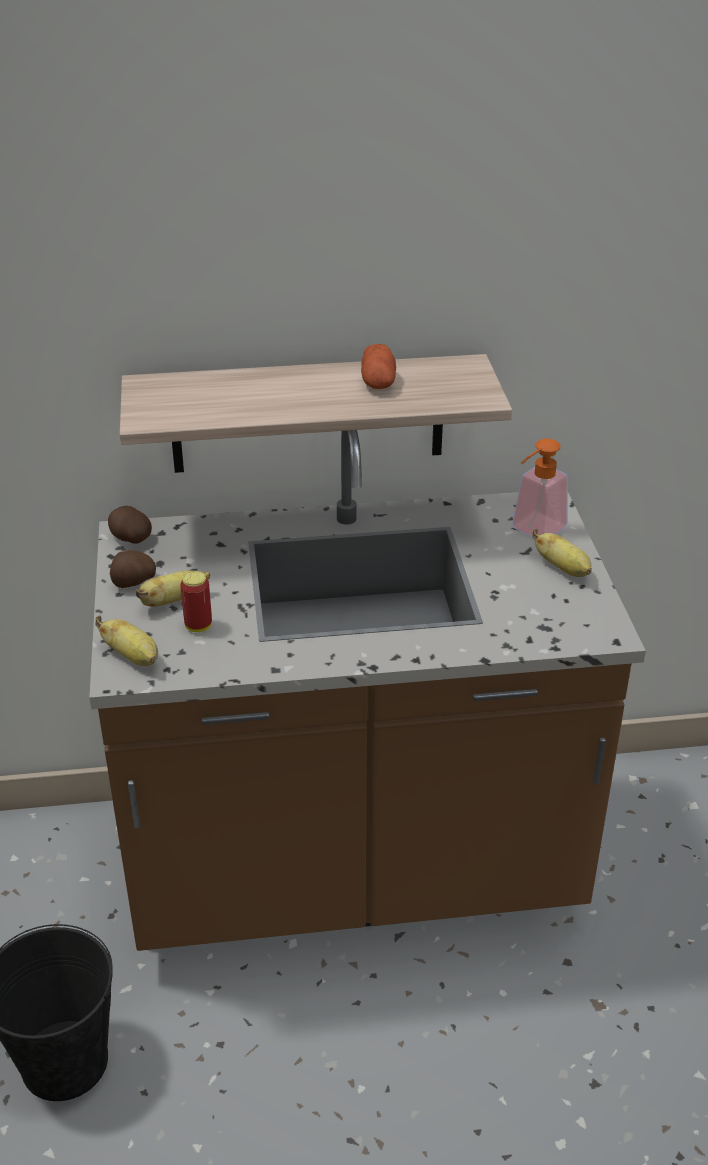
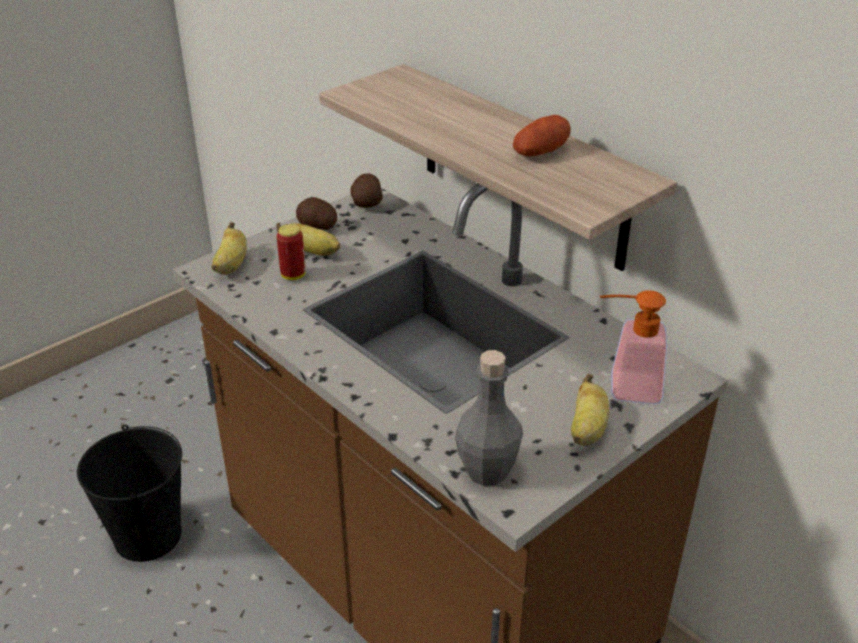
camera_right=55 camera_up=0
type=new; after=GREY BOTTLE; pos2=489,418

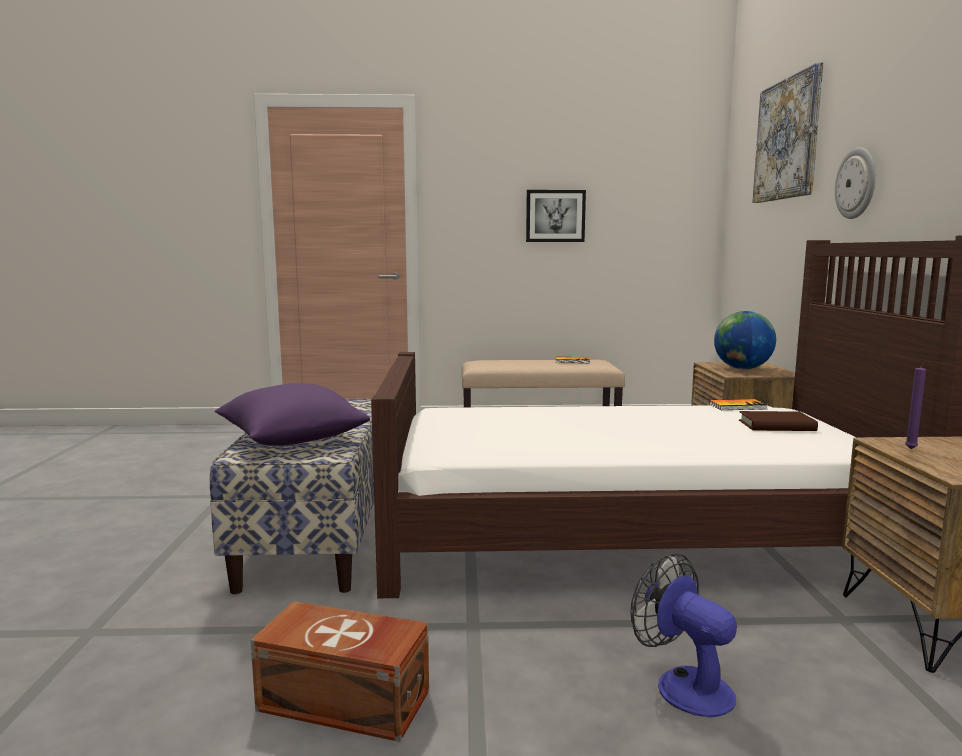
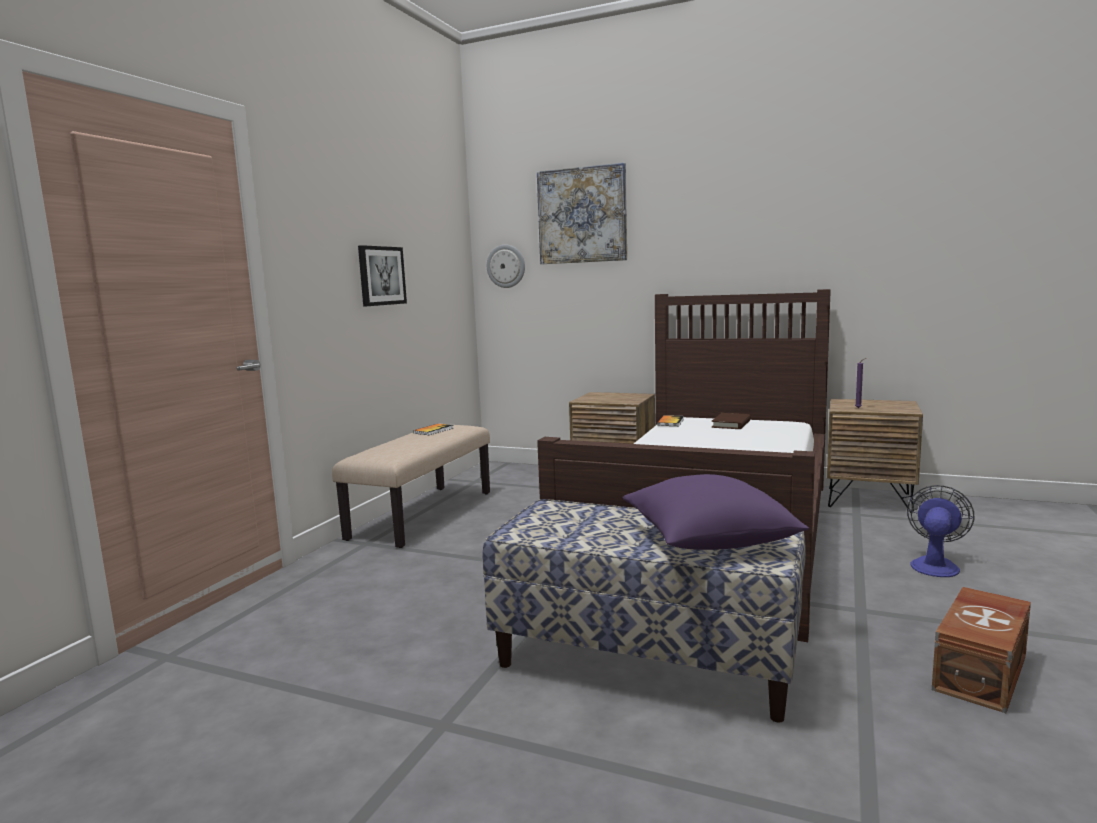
camera_right=-65 camera_up=0
type=shifted; before=WALL CLOCK; pos1=855,183; pos2=506,266
type=rotated; before=FAN; pos1=683,635; pos2=940,531; turn=135
type=gone; before=GLOBE; pos1=745,340

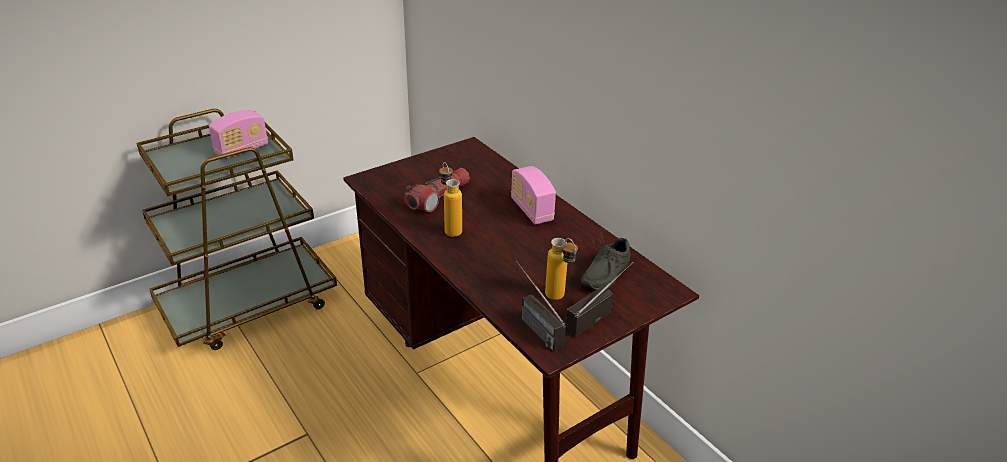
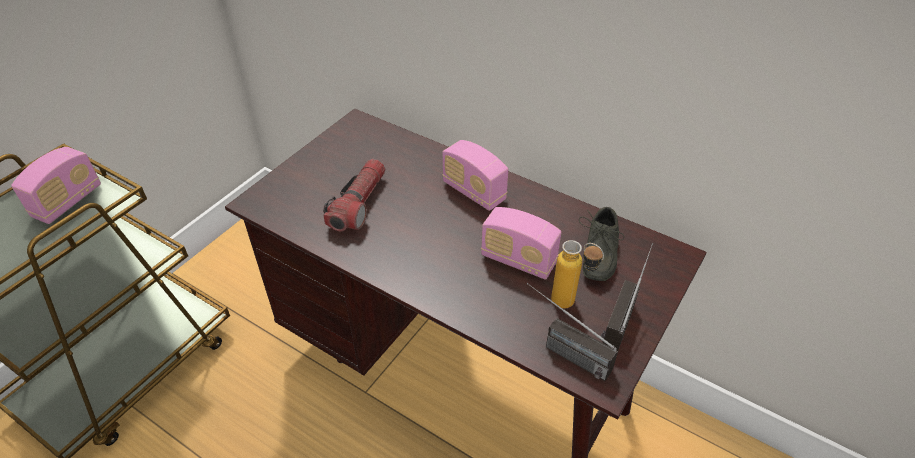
camera_right=-20 camera_up=10
type=new; after=RADIO; pos2=521,243
type=gone; before=BOTTLE; pos1=450,199

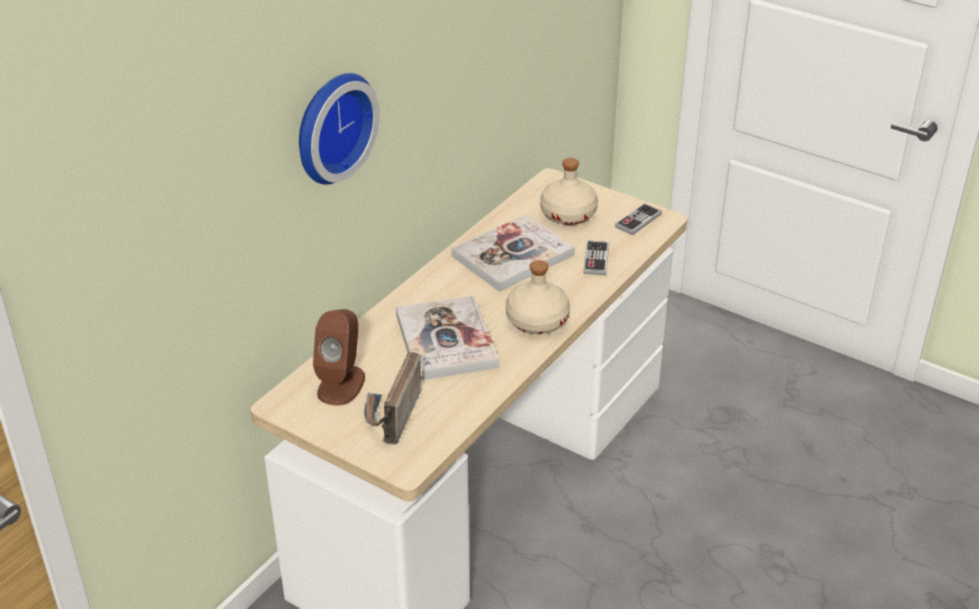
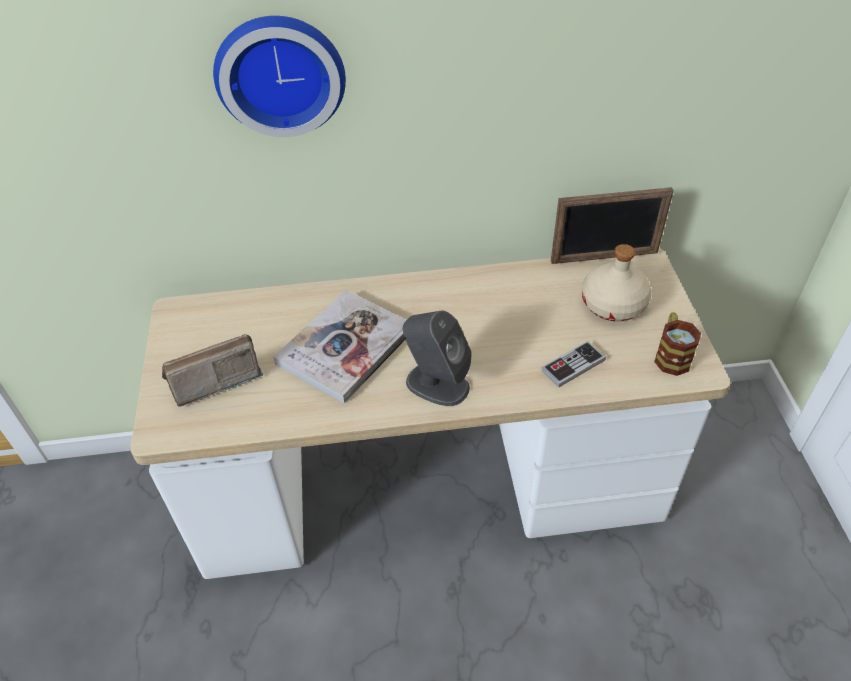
camera_right=50 camera_up=10
type=swapped; before=BEIGE BOTTLE; after=GREY SPEAKER; pos1=538,297; pos2=437,358
type=new; after=PICTURE FRAME; pos2=612,225
type=swapped; before=GAME CONTROLLER; after=MUG; pos1=638,219; pos2=677,344
type=gone; before=BROWN SPEAKER; pos1=339,357
type=gone; before=BOOK; pos1=513,253

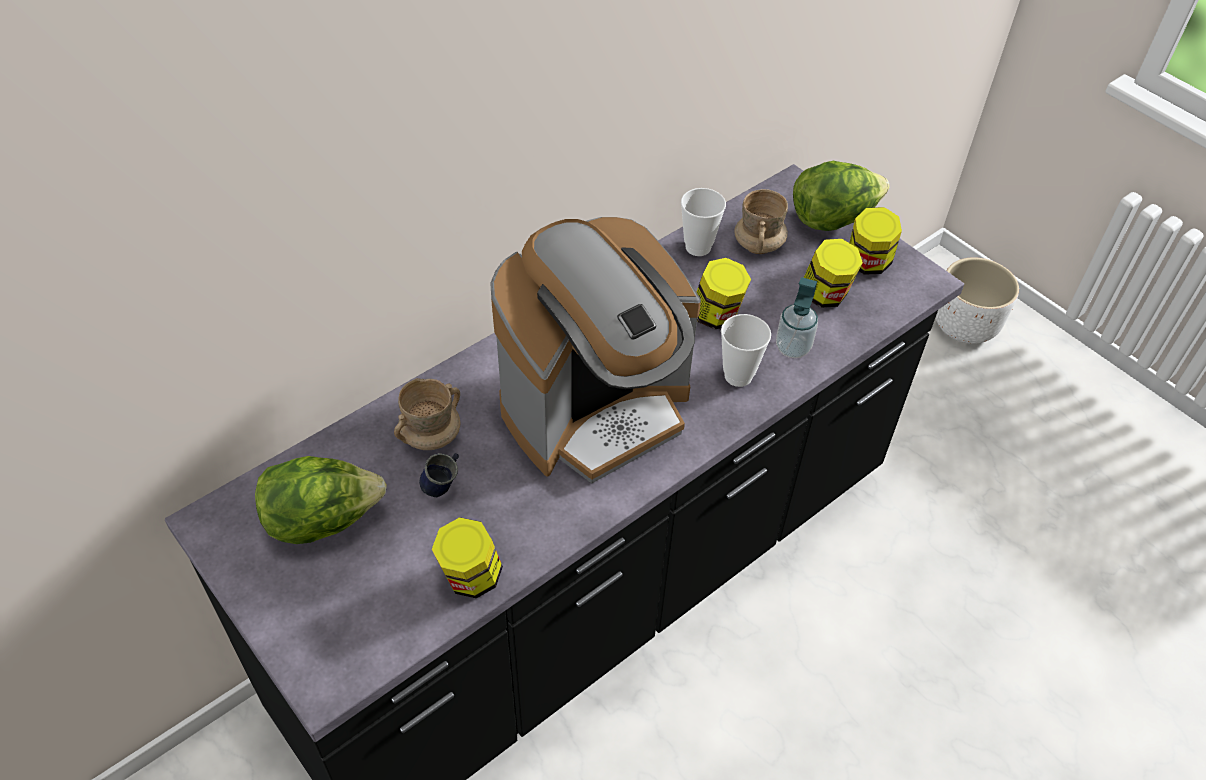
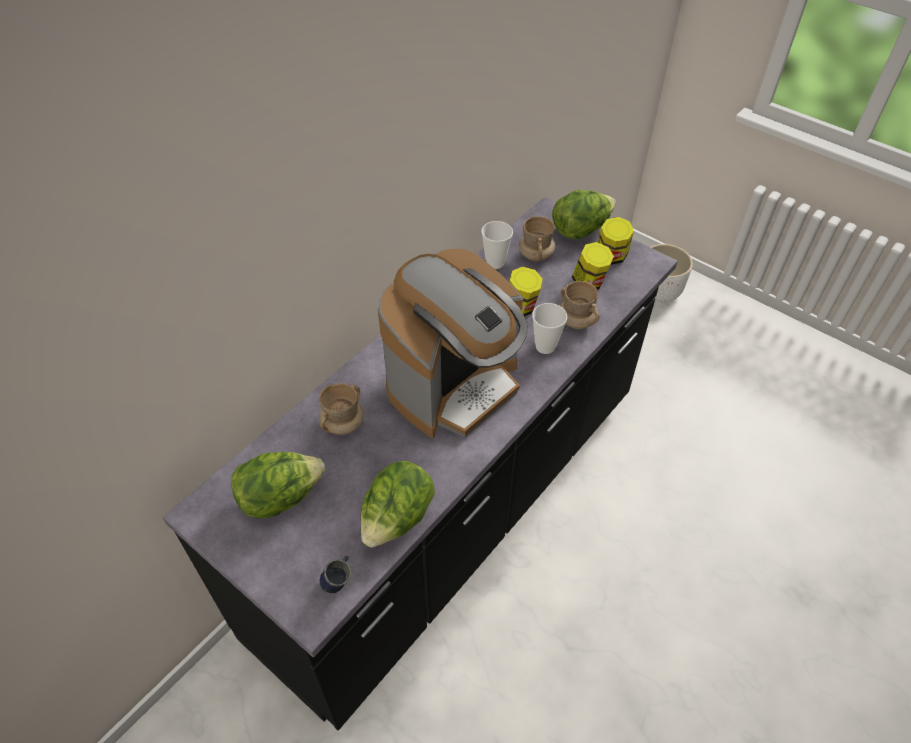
camera_right=-10 camera_up=0
type=shifted; before=BLUE MUG; pos1=439,475; pos2=335,574
type=swapped; before=JAR; after=LETTUCE; pos1=467,557; pos2=398,504
type=swapped; before=SOAP DISPENSER; after=BEIGE MUG; pos1=797,317; pos2=580,305

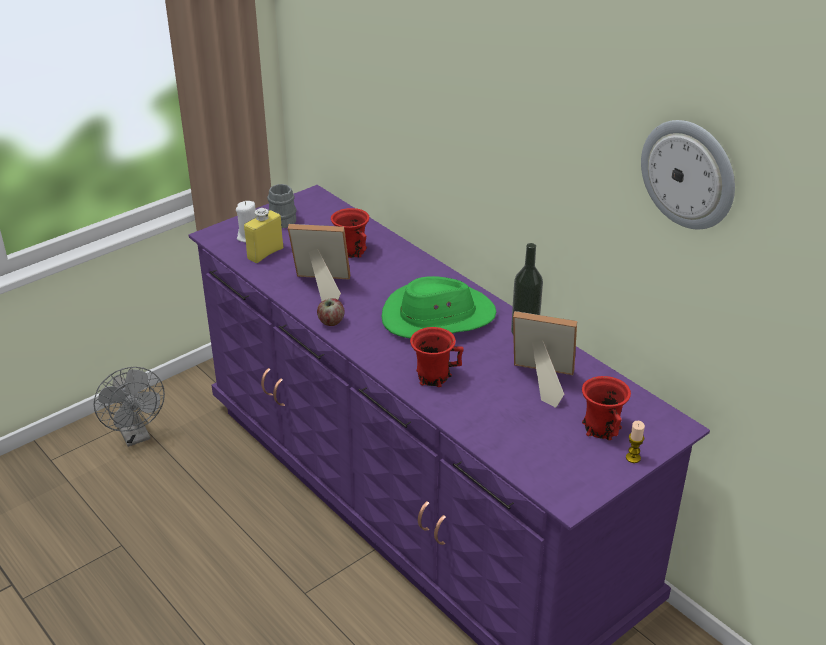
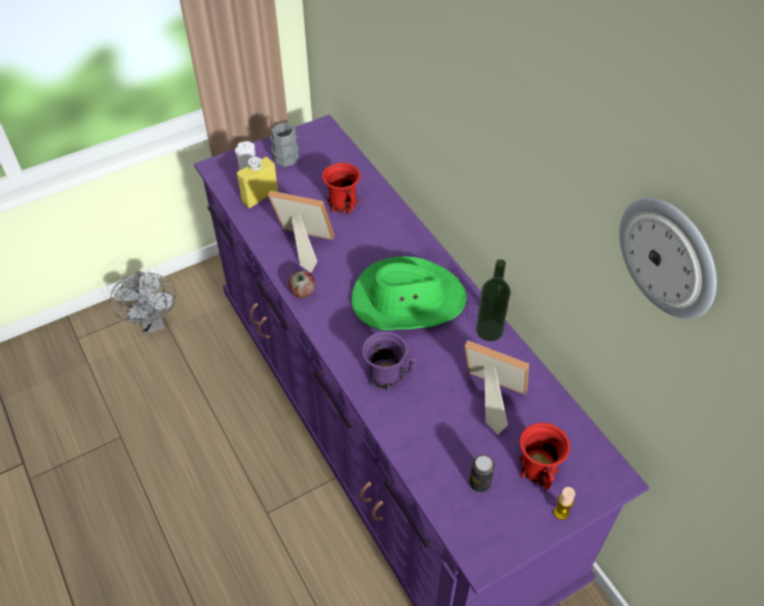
camera_right=10 camera_up=15
type=repainted; before=RED MUG; after=PURPLE MUG; pos1=437,357; pos2=389,361
type=new; after=CAN; pos2=482,474

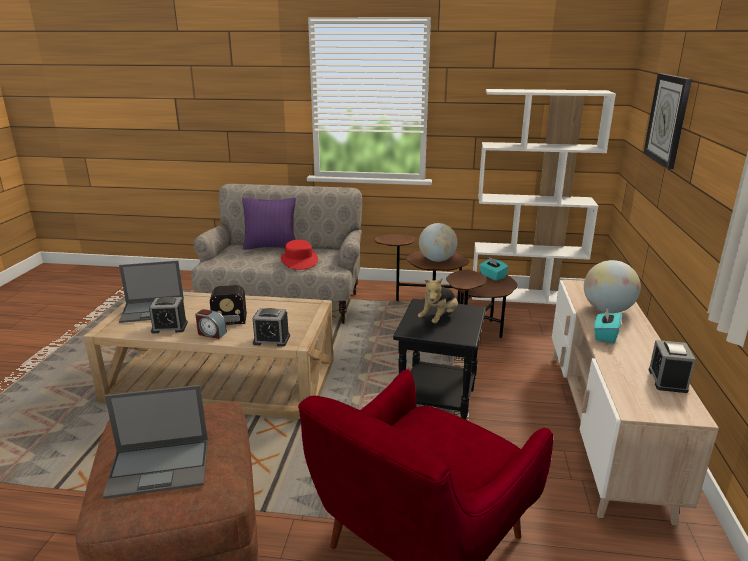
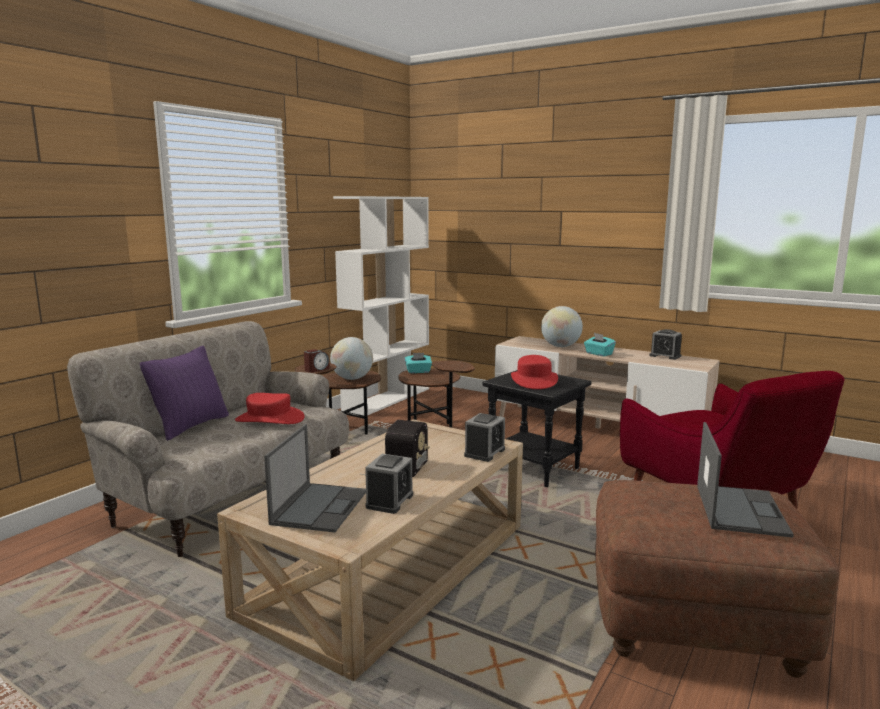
camera_right=-65 camera_up=-10
type=shifted; before=ALARM CLOCK; pos1=211,324; pos2=317,361
type=swapped; before=PLUSH TOY; after=RED HAT; pos1=438,300; pos2=534,372
type=gone; before=WALL CLOCK; pos1=668,121

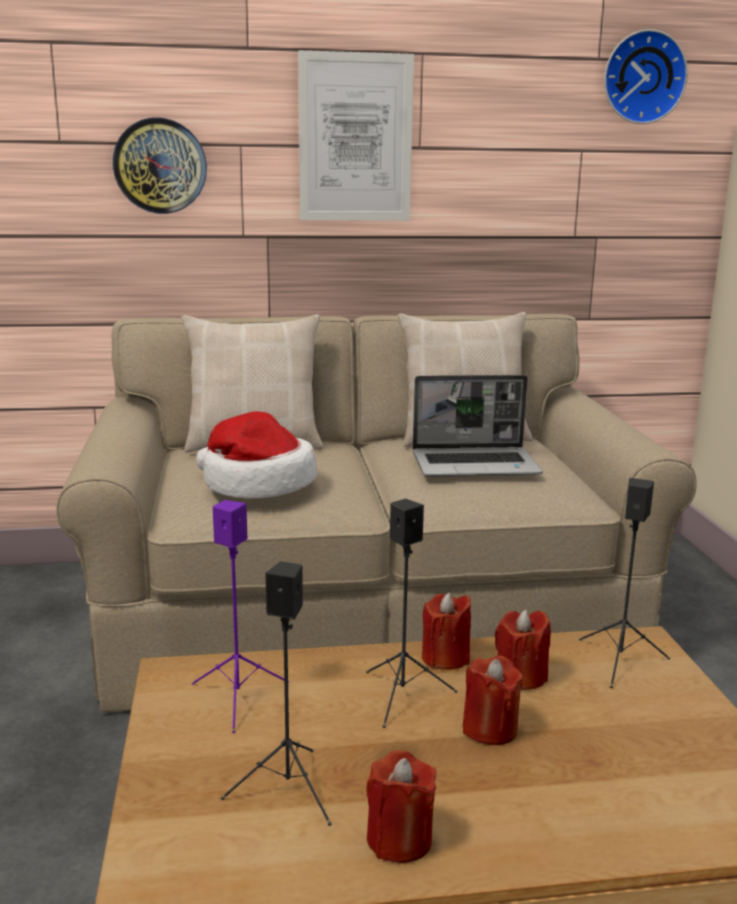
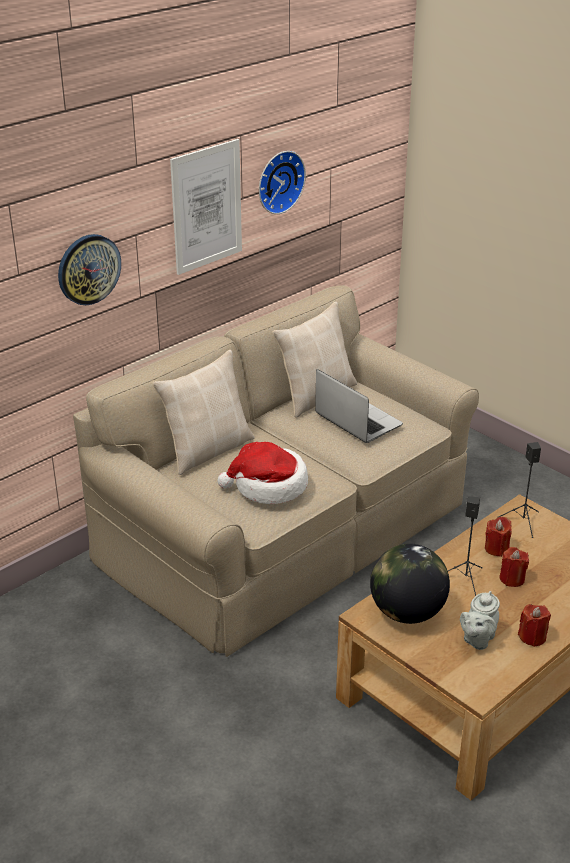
camera_right=-35 camera_up=15
type=shifted; before=WALL CLOCK; pos1=646,76; pos2=282,182
type=rotated; before=LAPTOP; pos1=478,426; pos2=359,406; turn=-90
type=swapped; before=PURPLE SPEAKER; after=GLOBE; pos1=240,616; pos2=410,584
type=swapped; before=BLACK SPEAKER; after=GREY TEAPOT; pos1=276,693; pos2=480,620
type=gone; before=RED CANDLE; pos1=446,631

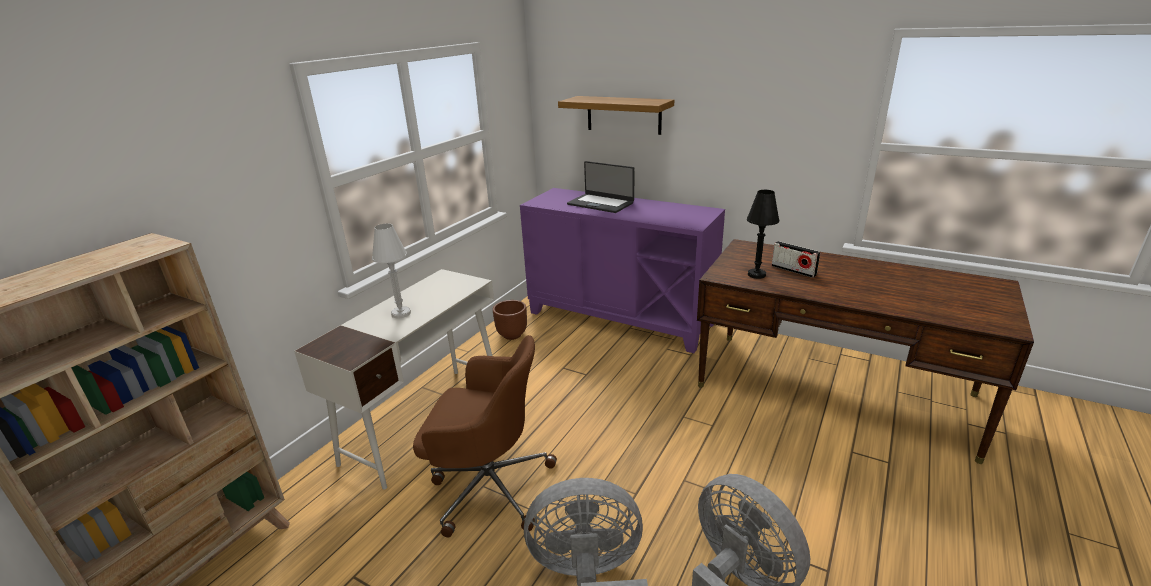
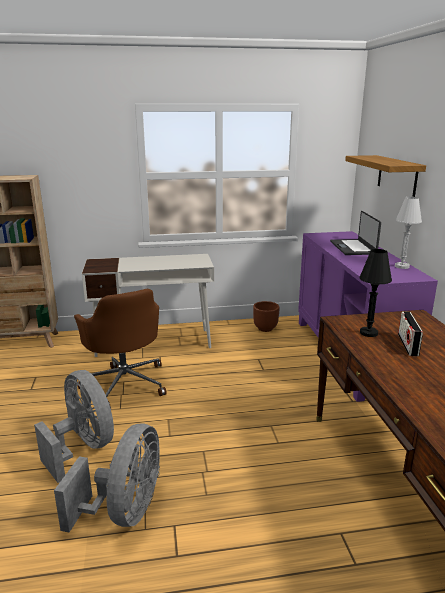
camera_right=50 camera_up=-5
type=shifted; before=WHITE TABLE LAMP; pos1=391,271; pos2=408,233

